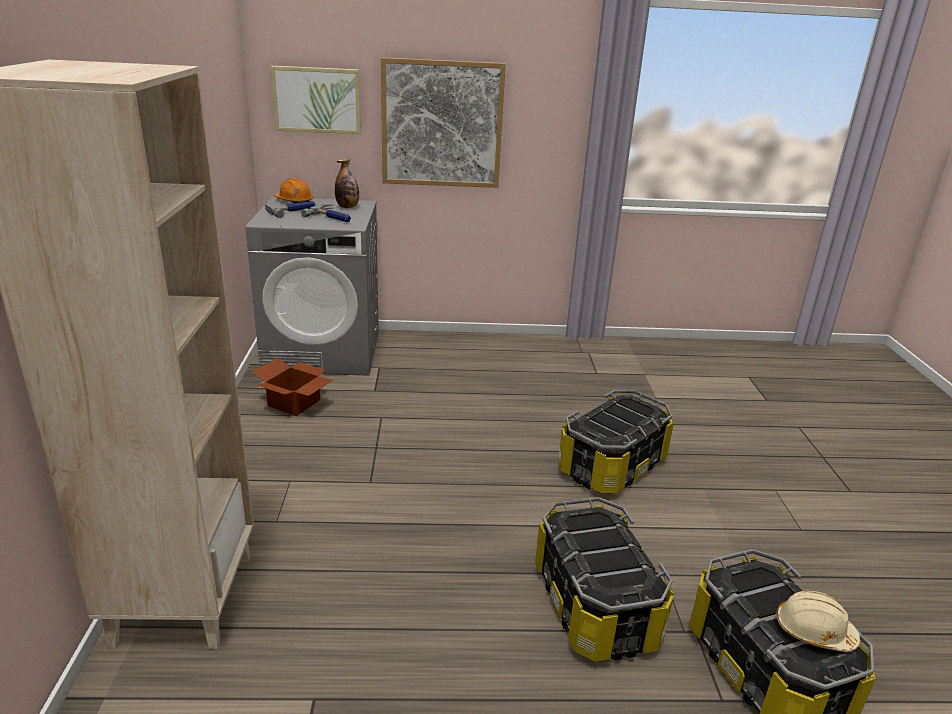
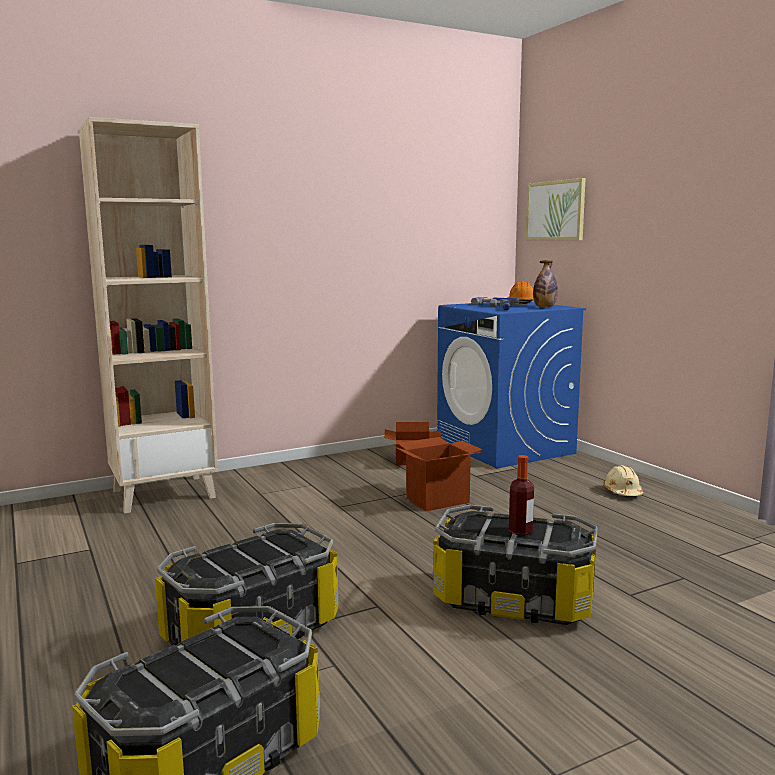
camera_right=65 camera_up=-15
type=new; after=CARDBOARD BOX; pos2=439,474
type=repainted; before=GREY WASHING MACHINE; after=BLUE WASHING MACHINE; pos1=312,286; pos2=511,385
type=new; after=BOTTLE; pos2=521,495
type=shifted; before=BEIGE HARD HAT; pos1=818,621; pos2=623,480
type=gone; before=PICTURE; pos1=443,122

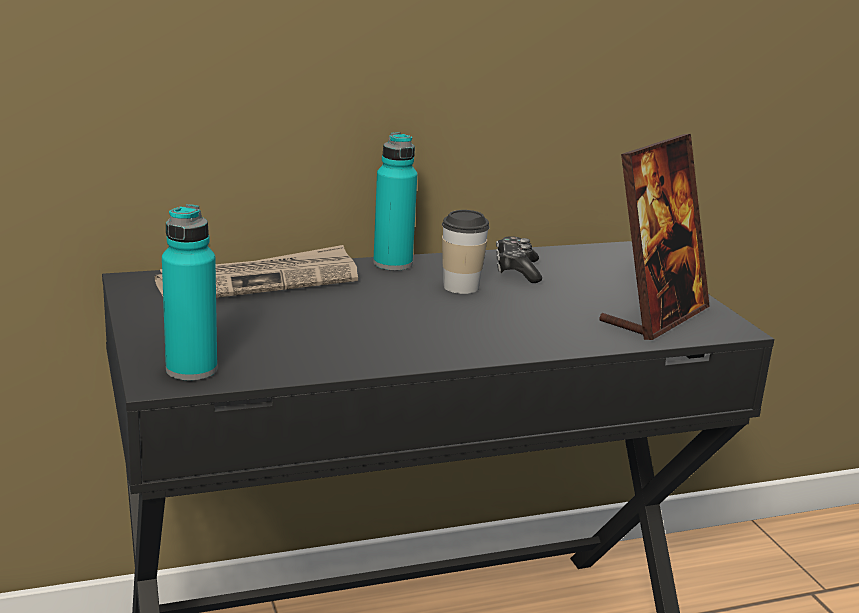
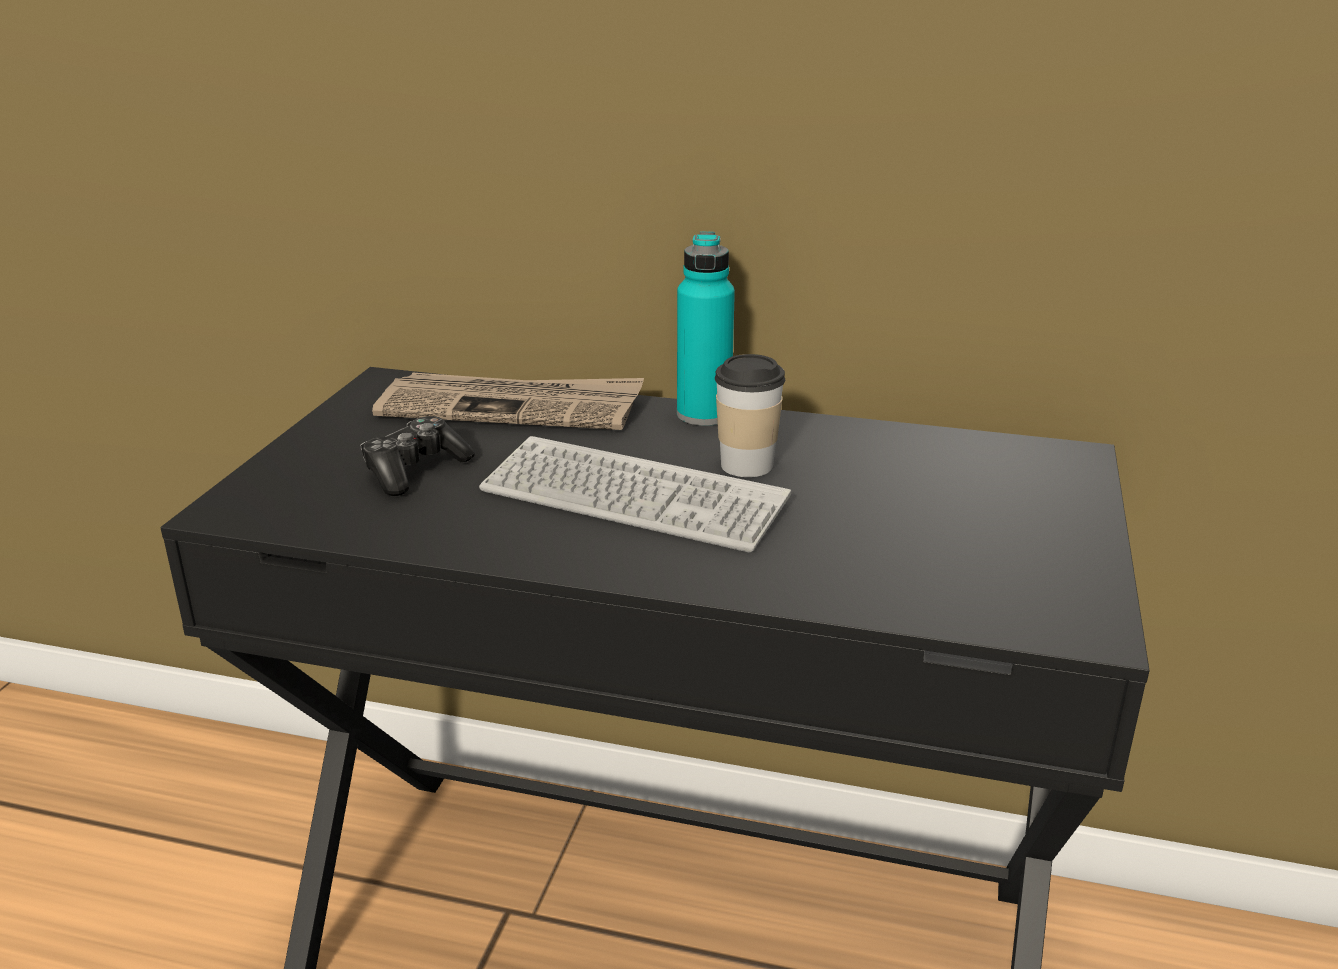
camera_right=35 camera_up=5
type=shifted; before=GAME CONTROLLER; pos1=519,259; pos2=417,456
type=new; after=KEYBOARD; pos2=635,494
type=gone; before=TURQUOISE BOTTLE; pos1=189,292
type=gone; before=PICTURE FRAME; pos1=654,237

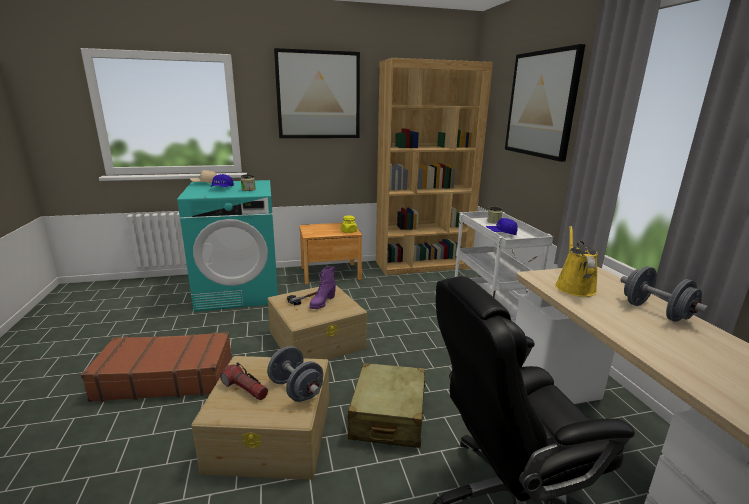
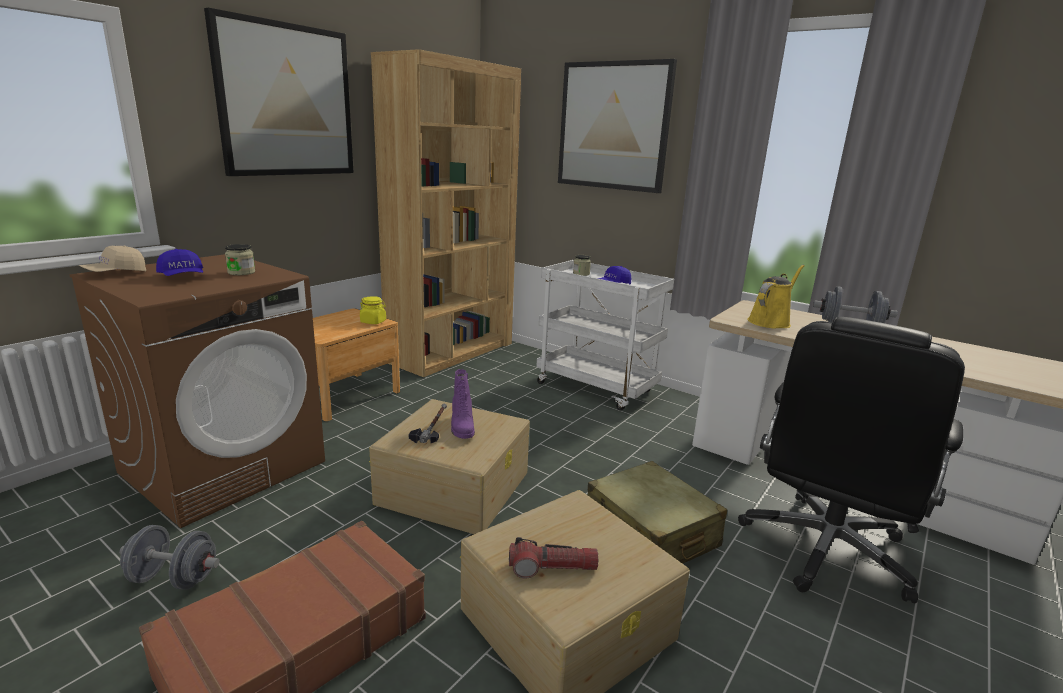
camera_right=-40 camera_up=0
type=repainted; before=TURQUOISE WASHING MACHINE; after=BROWN WASHING MACHINE; pos1=227,246; pos2=197,391
type=shifted; before=GREY DUMBBELL; pos1=295,374; pos2=169,557
type=rotated; before=YELLOW WATERING CAN; pos1=576,261; pos2=776,296; turn=75

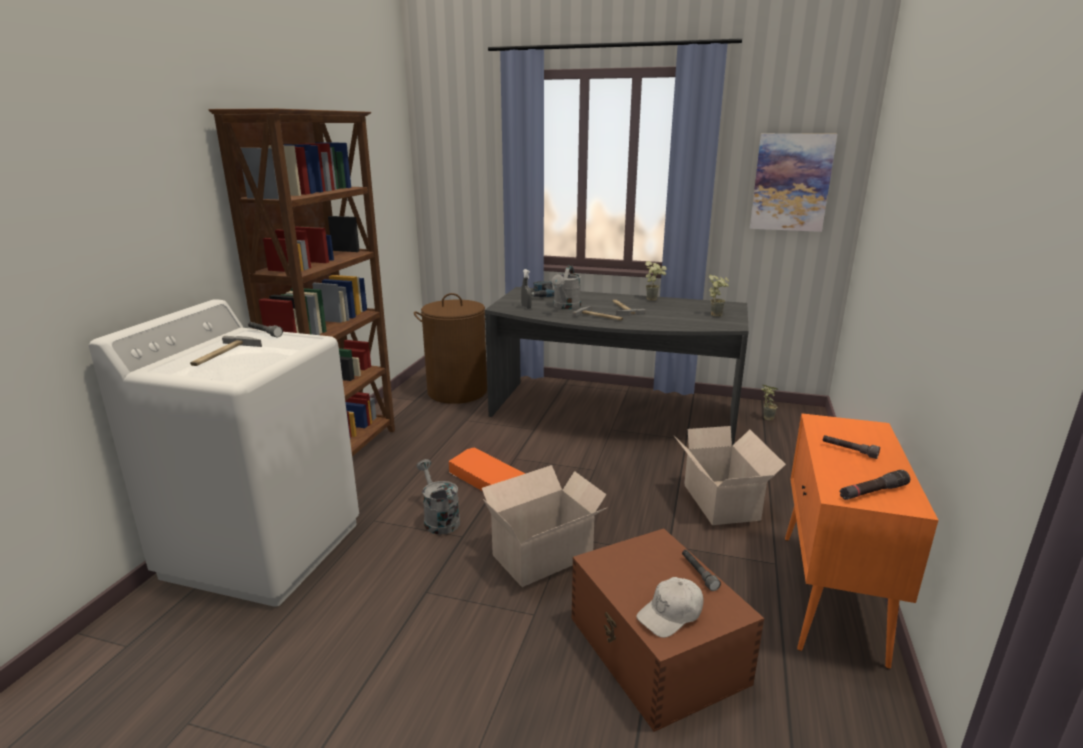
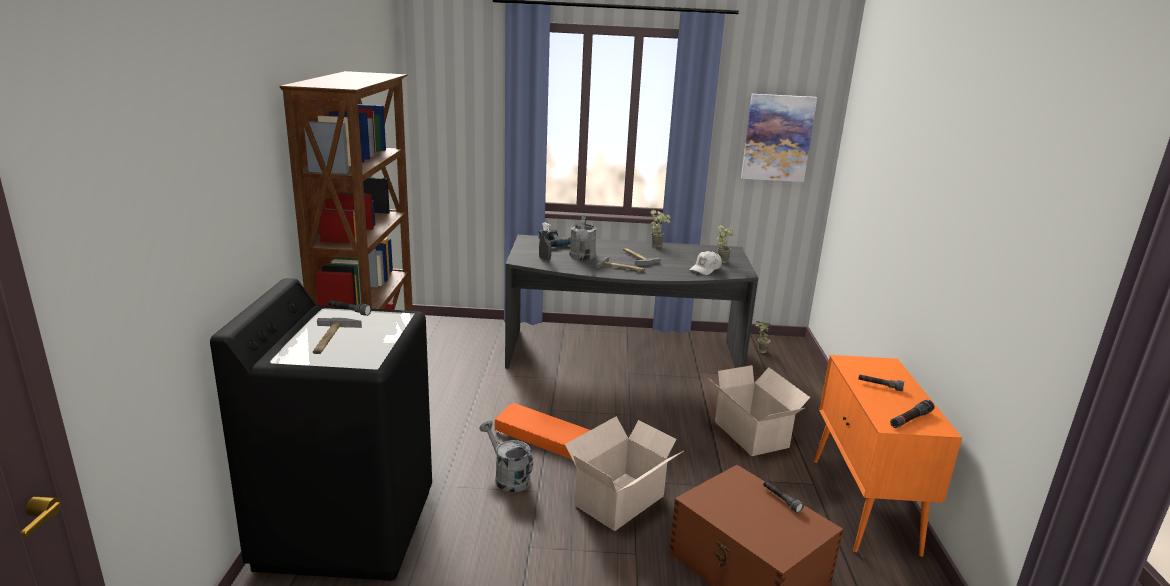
camera_right=-15 camera_up=0
type=repainted; before=WHITE WASHING MACHINE; after=BLACK WASHING MACHINE; pos1=224,453; pos2=321,429
type=shifted; before=WHITE CAP; pos1=670,607; pos2=706,263
type=gone; before=BROWN LAUNDRY BASKET; pos1=450,348

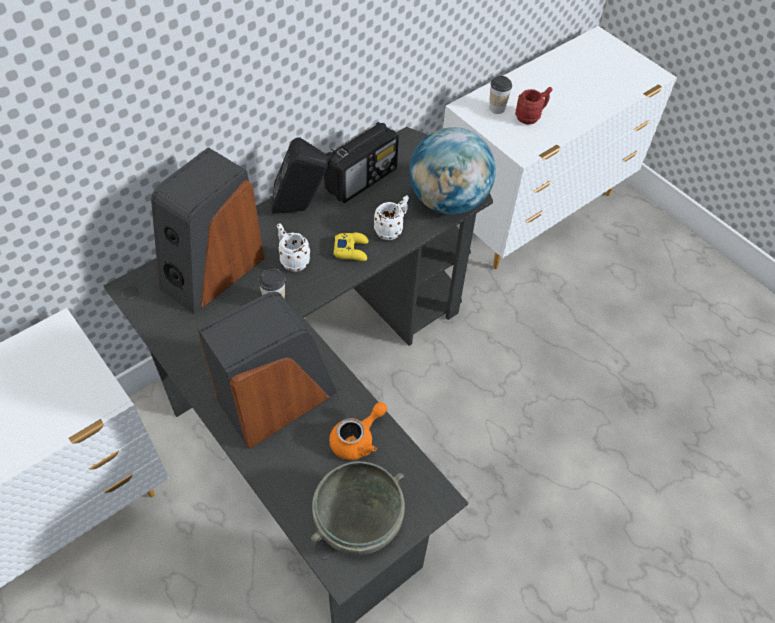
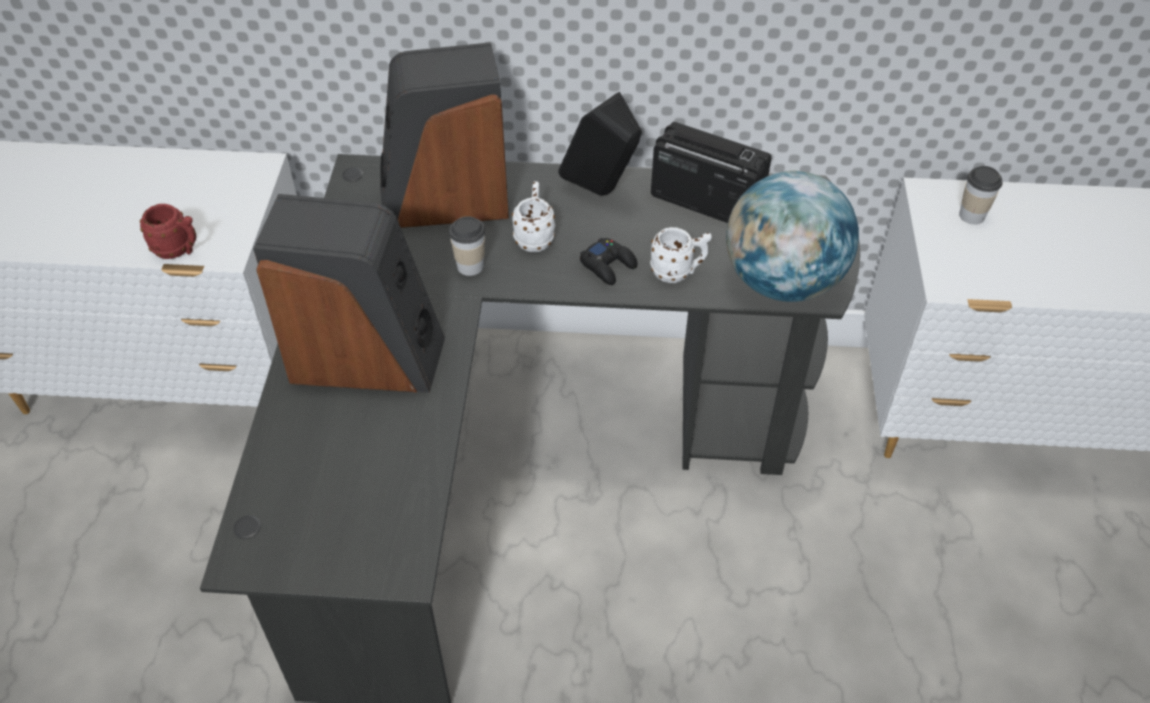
camera_right=45 camera_up=-5
type=shifted; before=RED MUG; pos1=533,105; pos2=168,231
type=repainted; before=YELLOW GAME CONTROLLER; after=BLACK GAME CONTROLLER; pos1=351,246; pos2=609,261
type=rotated; before=RADIO; pos1=361,162; pos2=711,172; turn=-150
type=gone; before=GREY BOWL; pos1=358,508
type=gone; before=ORANGE TEAPOT; pos1=358,431

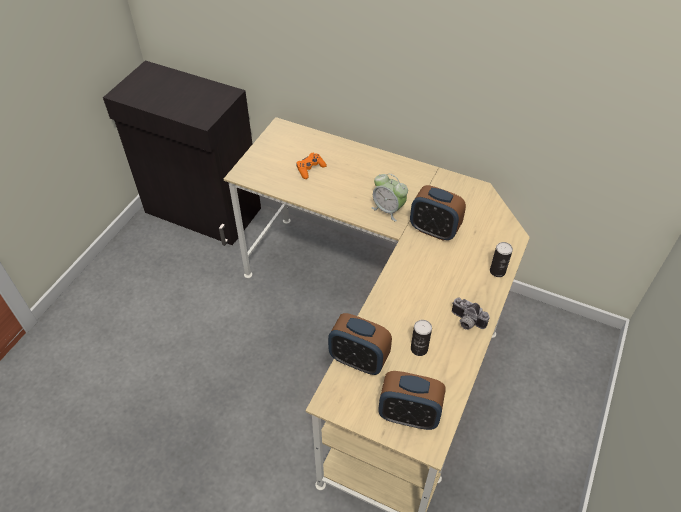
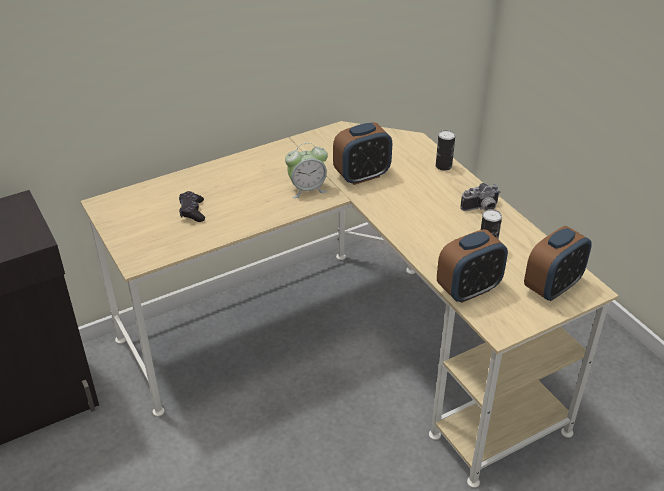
camera_right=-55 camera_up=-10
type=repainted; before=ORANGE GAME CONTROLLER; after=BLACK GAME CONTROLLER; pos1=311,166; pos2=192,206

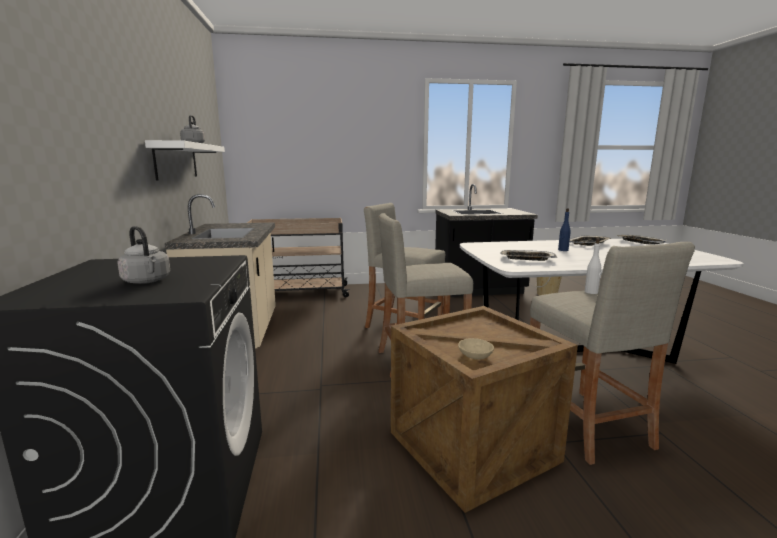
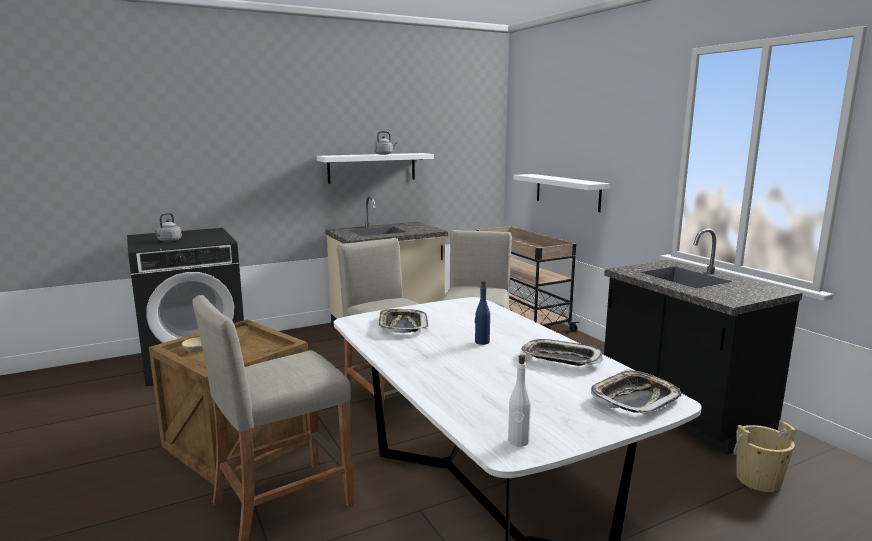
camera_right=70 camera_up=0
type=shifted; before=WHITE BOTTLE; pos1=593,266; pos2=519,401
type=new; after=WHITE SHELF; pos2=561,193

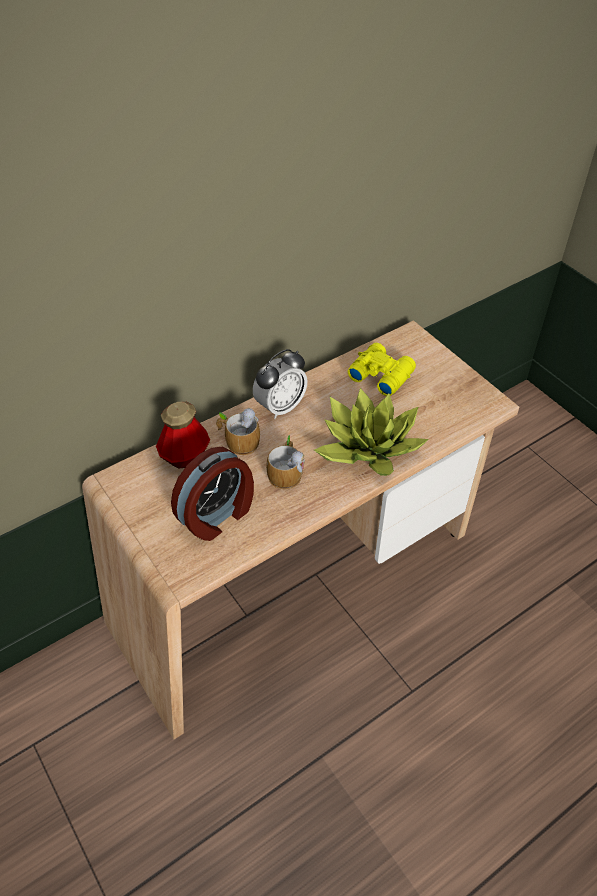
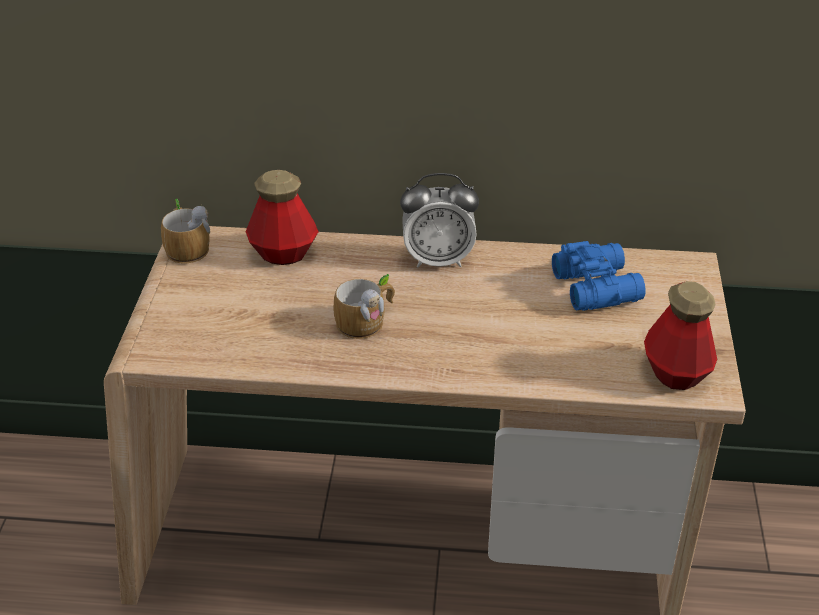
camera_right=40 camera_up=-10
type=shifted; before=MUG; pos1=238,431; pos2=185,231
type=repainted; before=YELLOW BINOCULARS; after=BLUE BINOCULARS; pos1=382,369; pos2=599,276
type=new; after=BOTTLE; pos2=680,335
type=gone; before=ALARM CLOCK; pos1=212,494
type=gone; before=POTTED PLANT; pos1=371,432

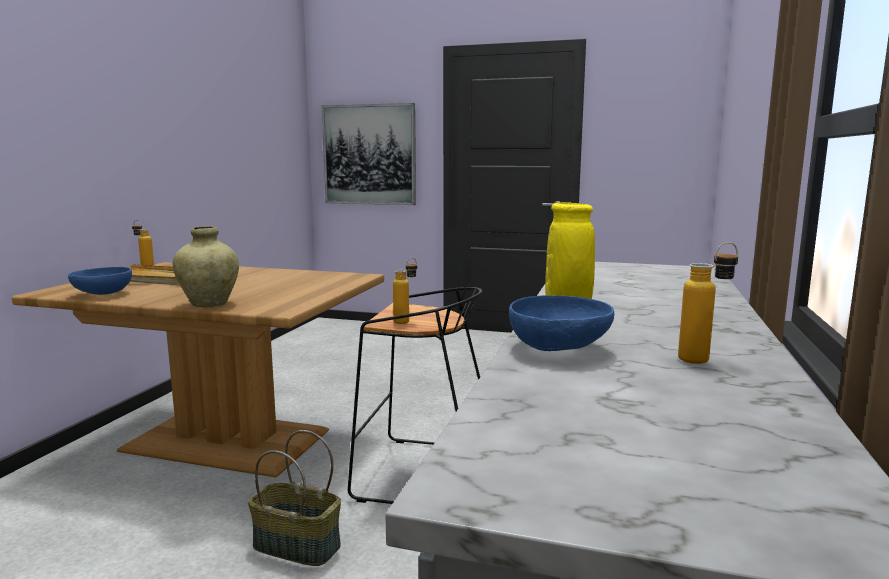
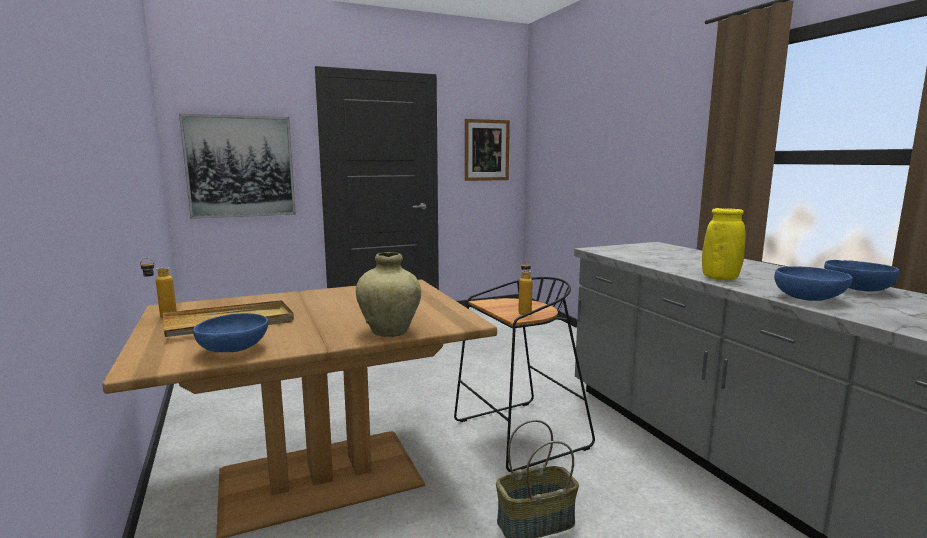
camera_right=-40 camera_up=0
type=new; after=PICTURE; pos2=487,150
type=swapped; before=BOTTLE; after=BLUE BOWL; pos1=708,303; pos2=861,275

